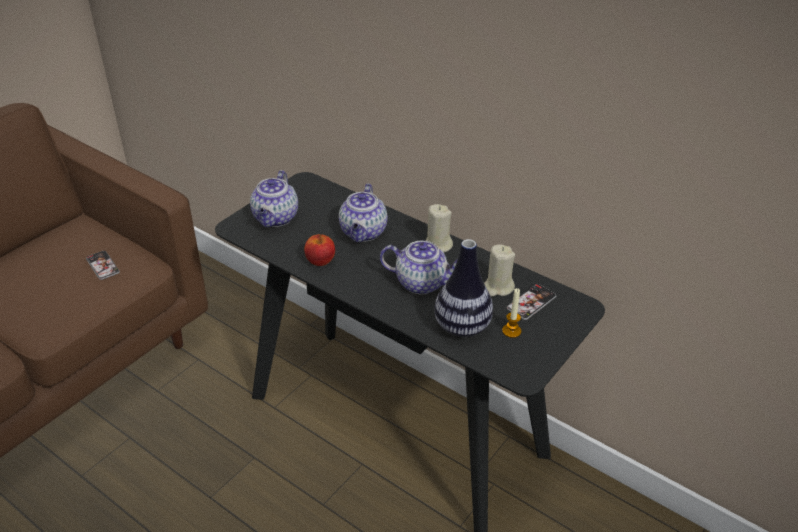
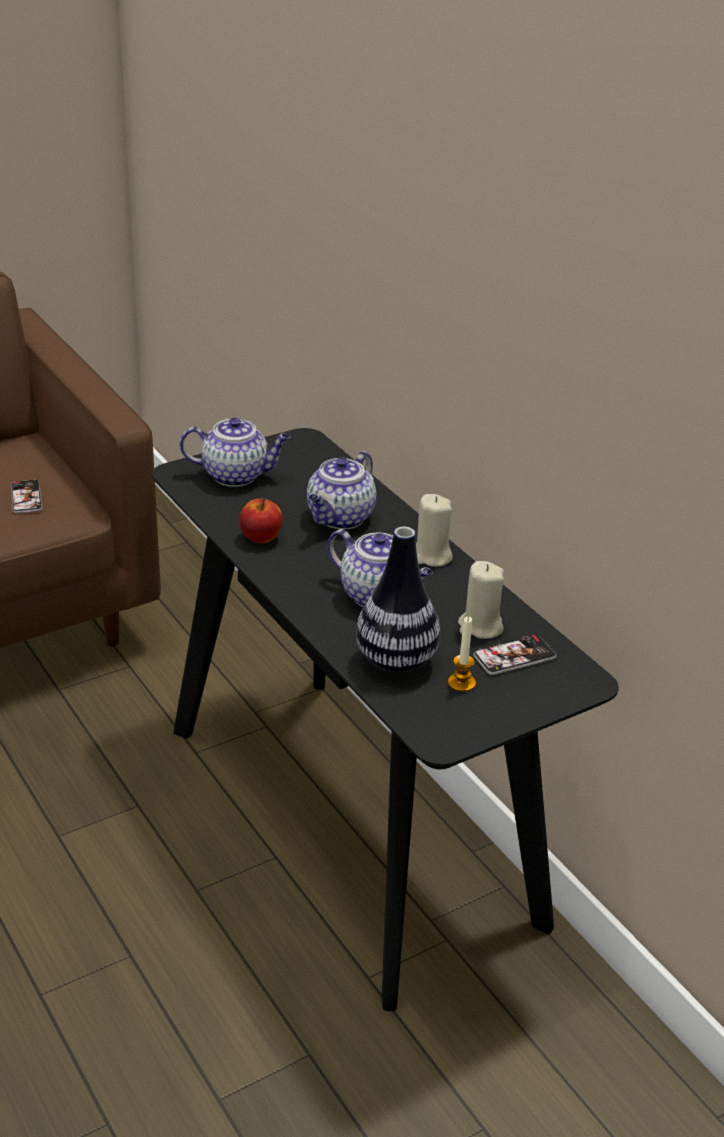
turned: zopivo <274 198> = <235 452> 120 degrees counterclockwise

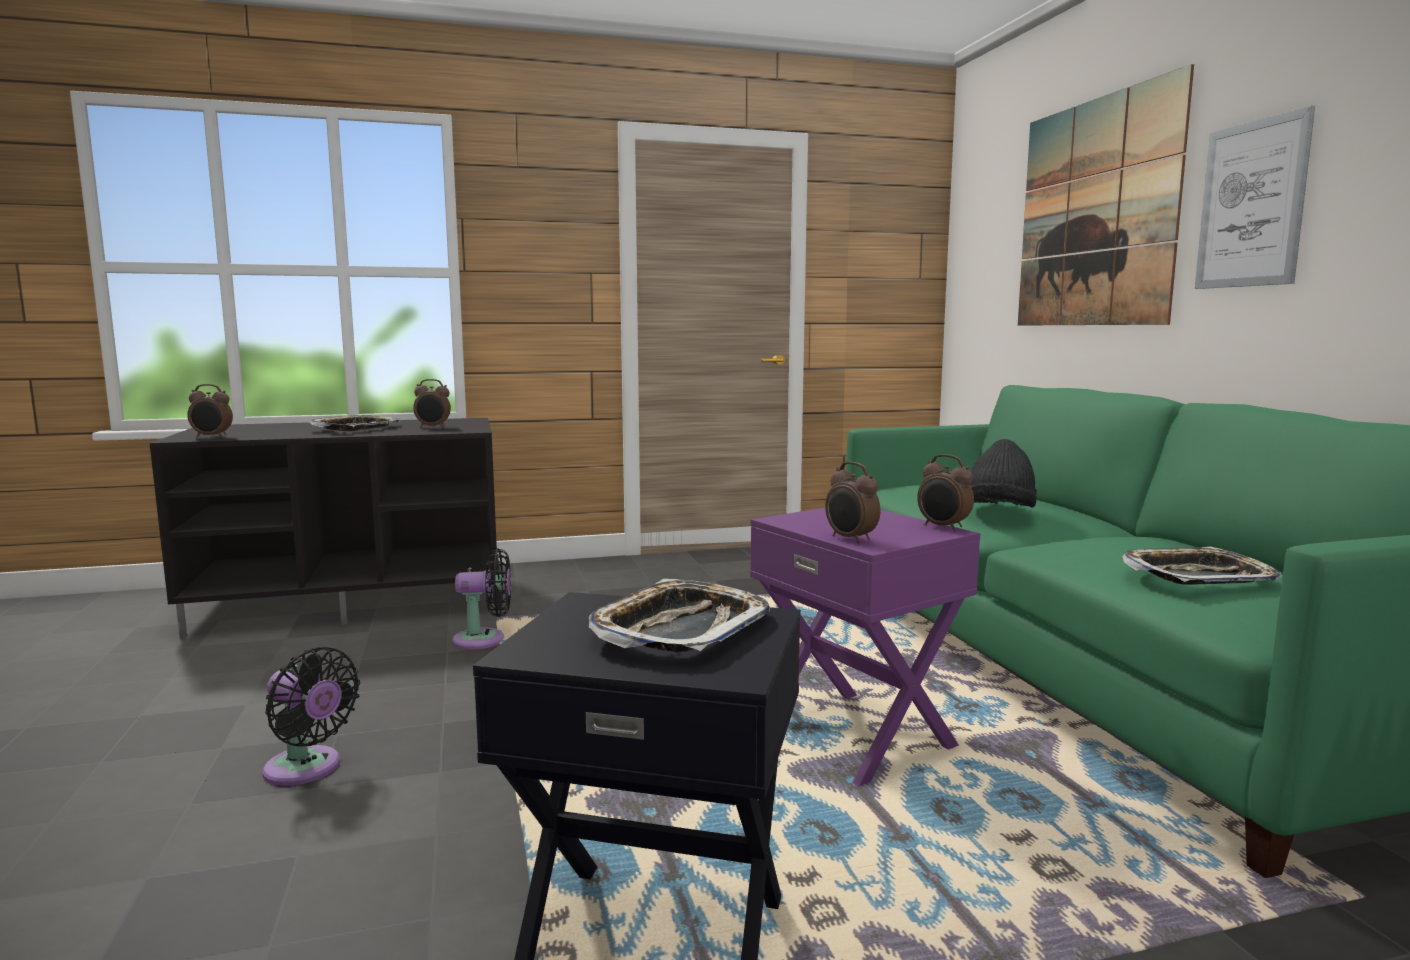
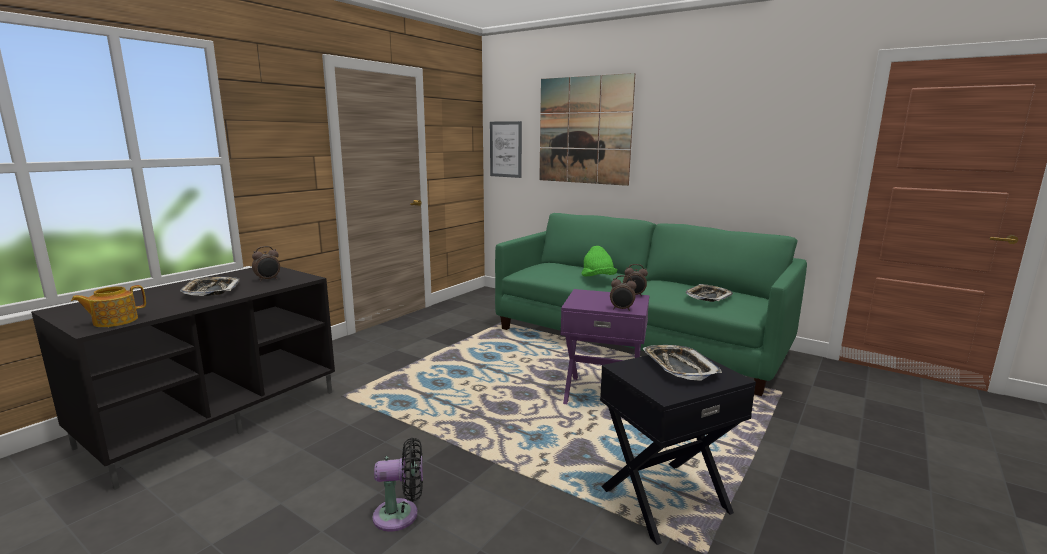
removed: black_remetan <481 598>
moved: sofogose <1255 197> to <506 149>
replaced: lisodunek <210 411> to zopivo <108 306>
recoloured: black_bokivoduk <1003 473> to green_bokivoduk <599 261>

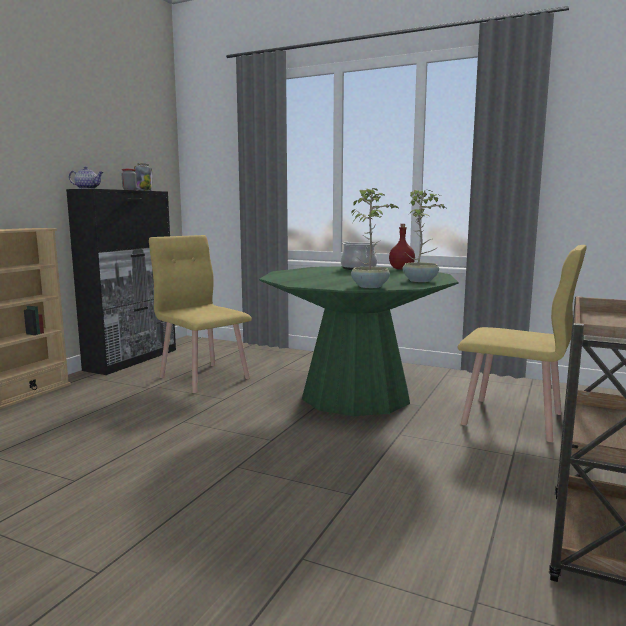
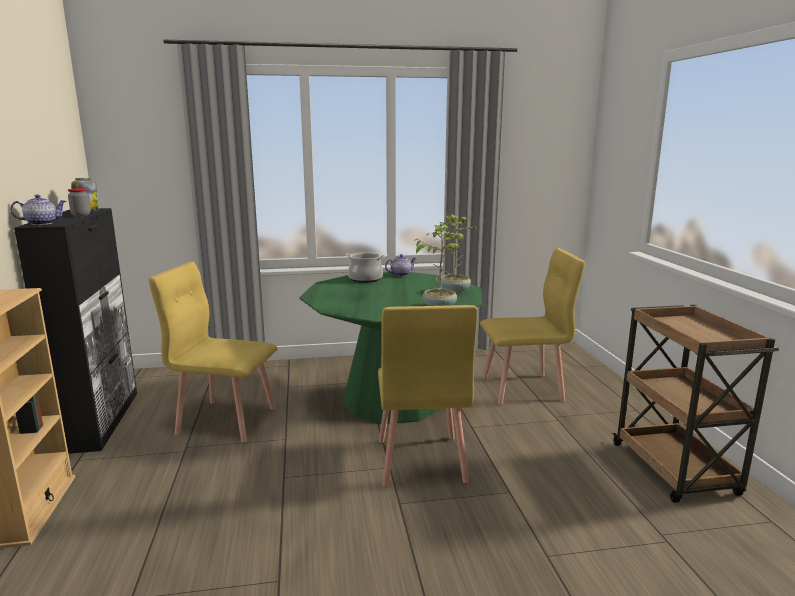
added: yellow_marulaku <427 396>
replaced: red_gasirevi <402 247> to zopivo <401 265>

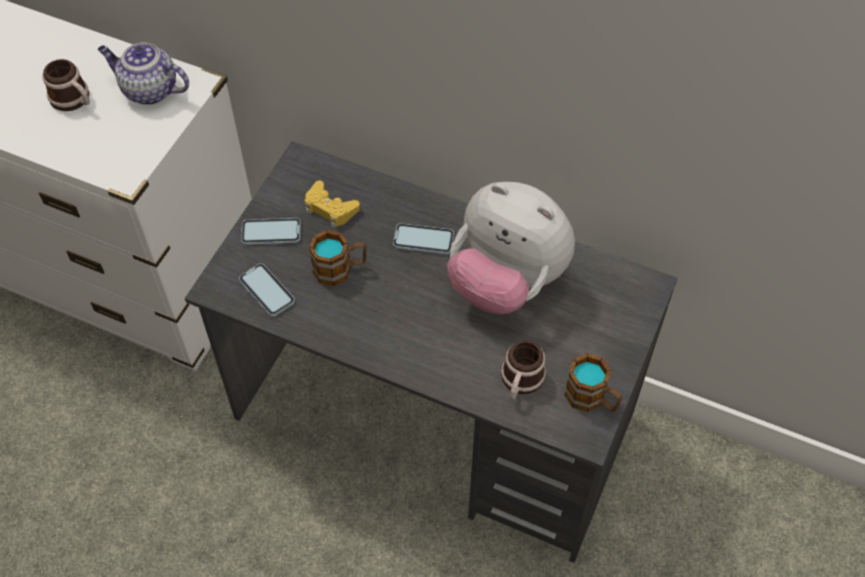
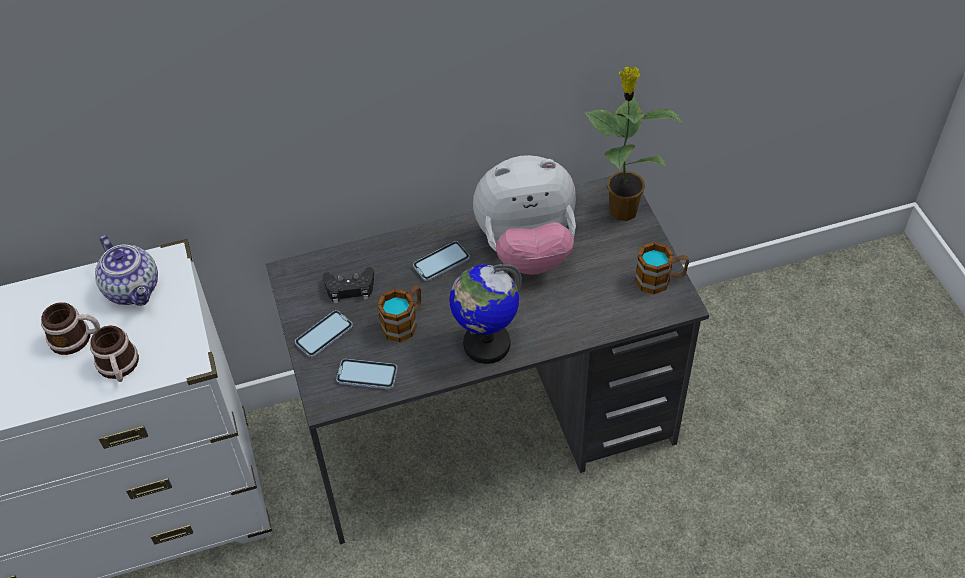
added: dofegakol <486 314>; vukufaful <634 143>
moved: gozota <523 369> to <114 354>
recoloured: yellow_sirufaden <332 204> to black_sirufaden <348 285>
turned: zopivo <143 74> = <126 270> 105 degrees counterclockwise

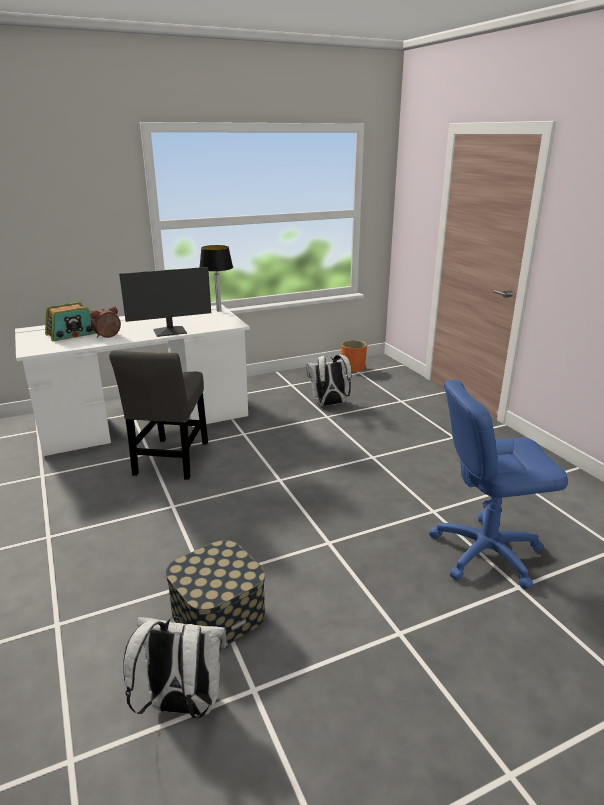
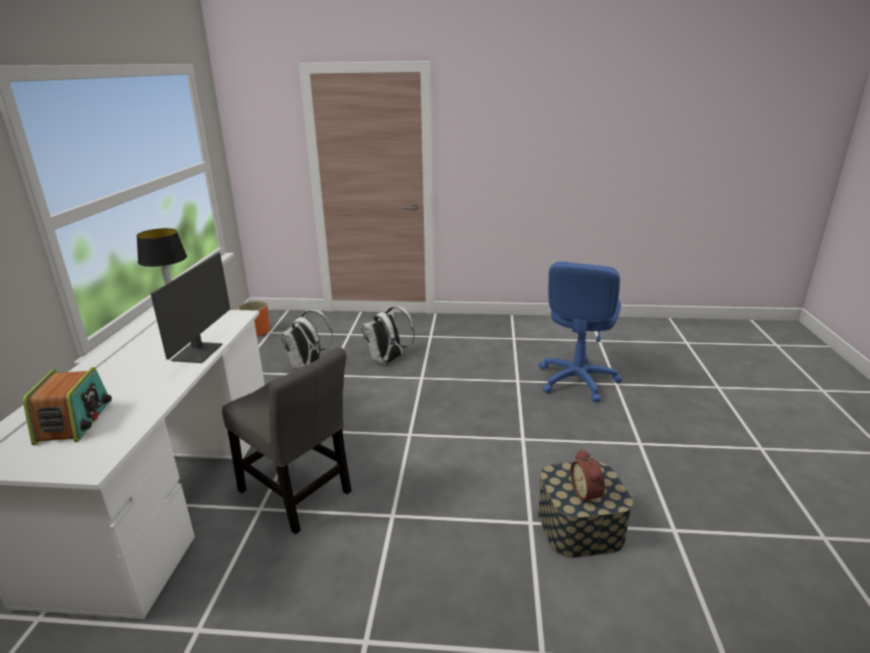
moved: lisodunek <106 322> to <587 477>; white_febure <175 667> to <388 335>

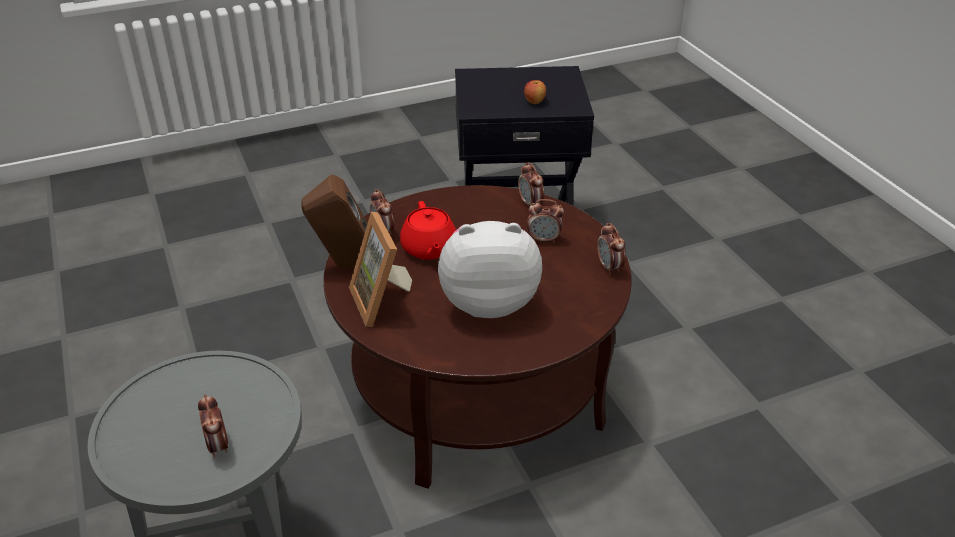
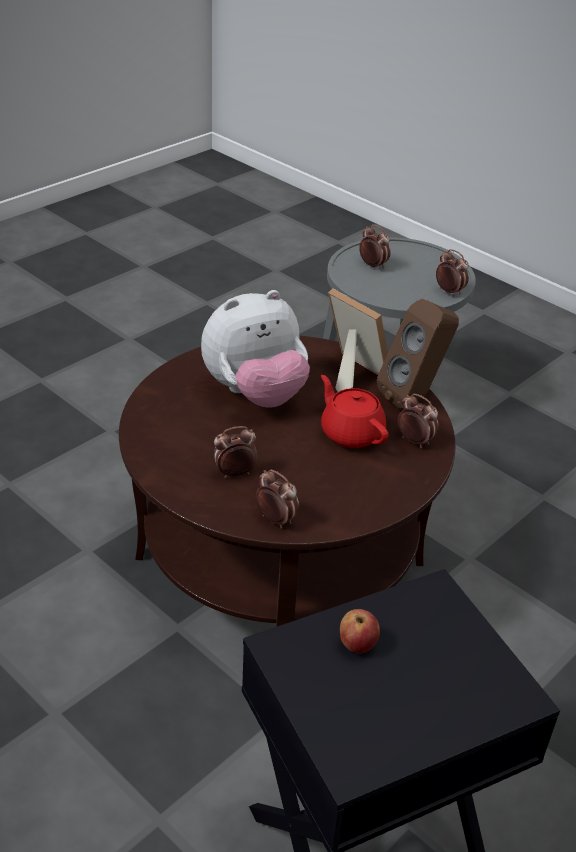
moved: lisodunek <611 249> to <452 272>

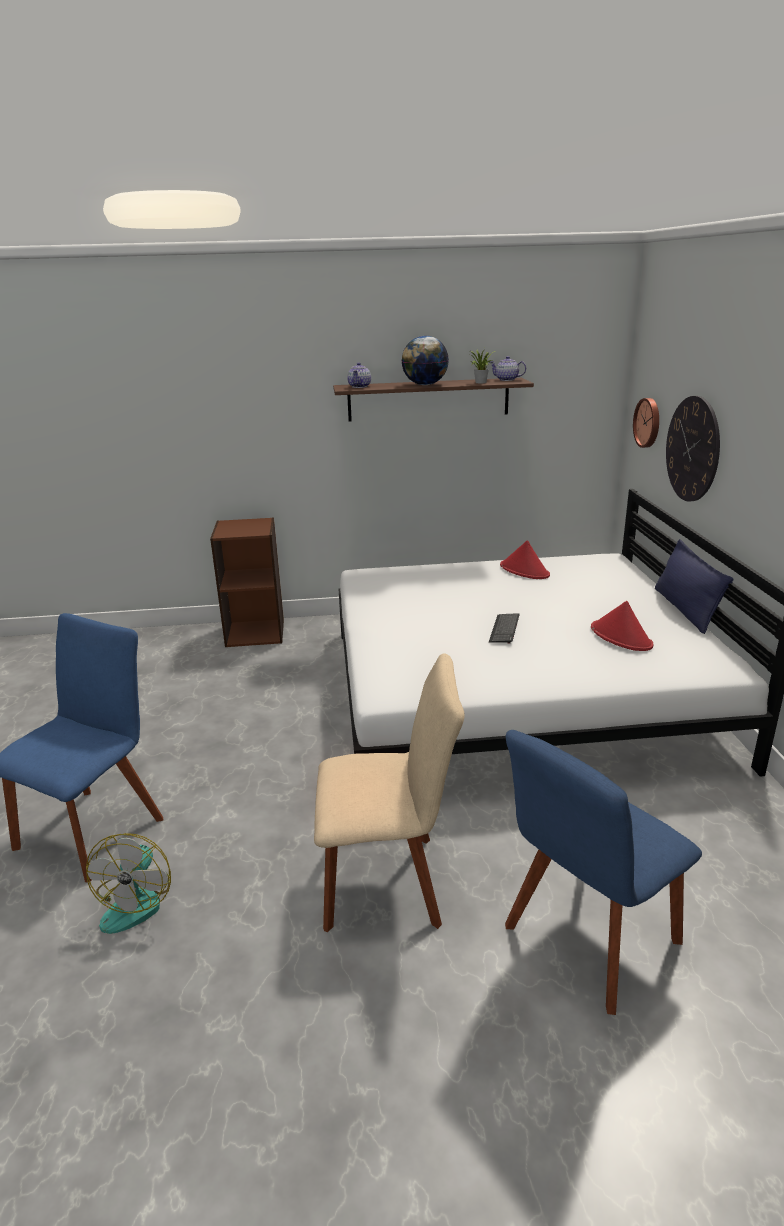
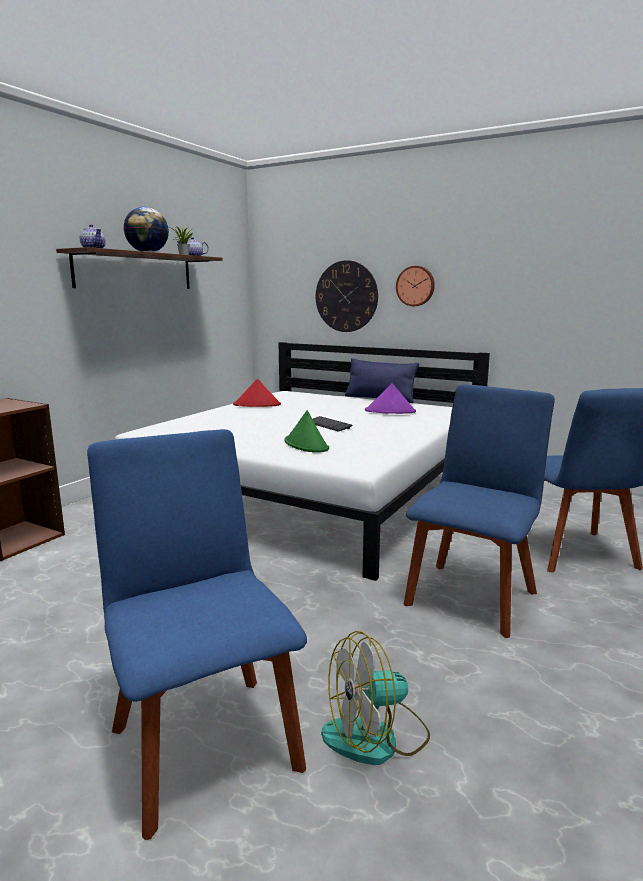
added: green_bokivoduk <307 431>
moved: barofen <646 423> to <415 286>
recoloured: beige_marulaku <389 793> to blue_marulaku <479 511>; red_bokivoduk <622 626> to purple_bokivoduk <390 398>
turned: remetan <128 883> = <375 698> 120 degrees clockwise

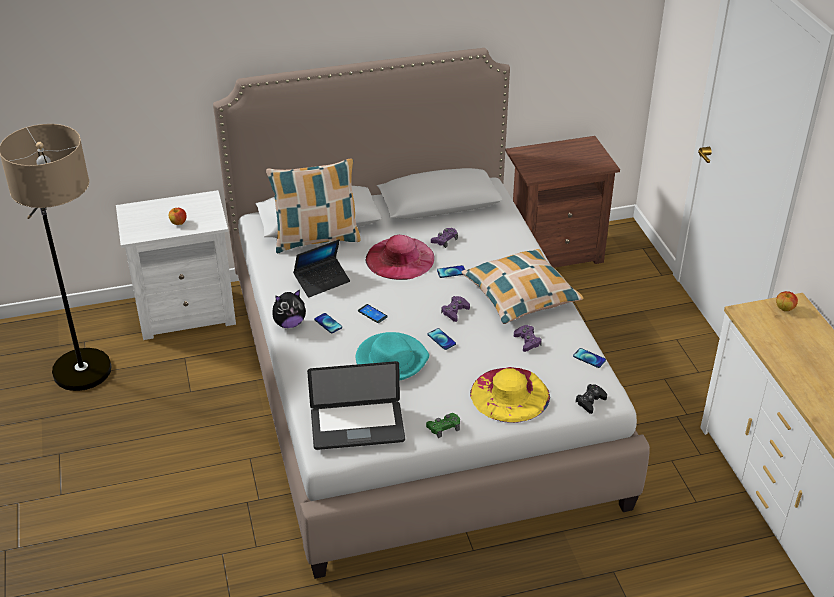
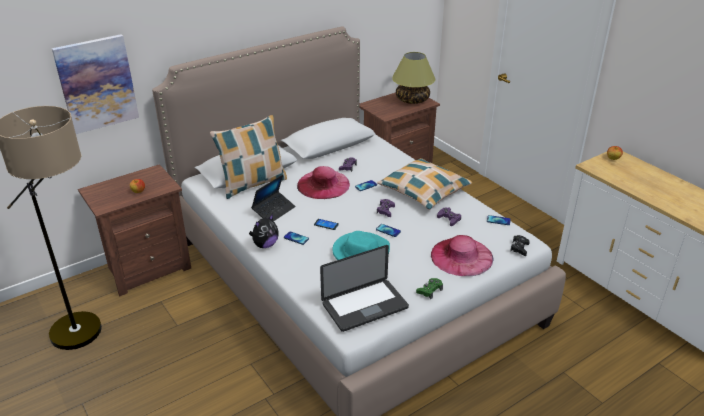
added: sofogose <95 84>; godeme <413 78>
recoloured: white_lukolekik <176 265> to brown_lukolekik <134 230>; yellow_bokivoduk <510 395> to pink_bokivoduk <462 255>

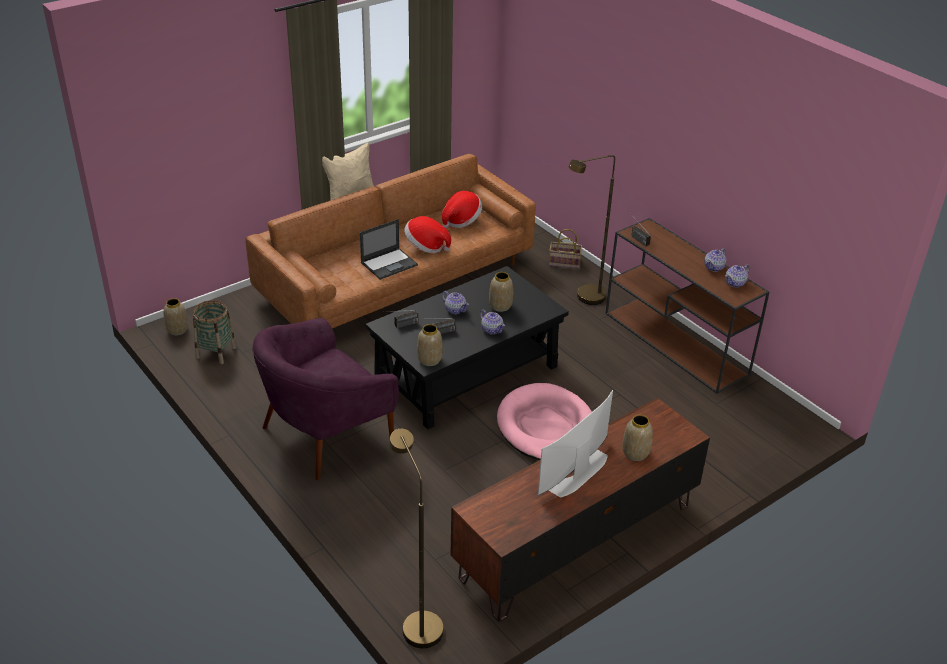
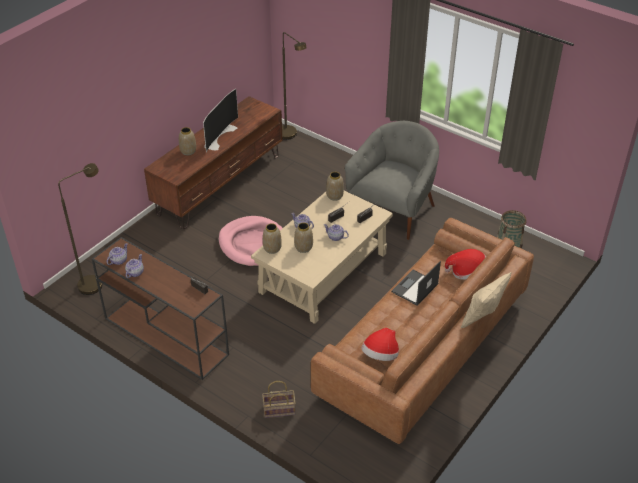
moved: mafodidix <176 317> to <272 238>; bokivoduk <427 234> to <465 264>; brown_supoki <592 230> to <80 229>
recoloured: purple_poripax <325 399> to grey_poripax <392 180>; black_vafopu <467 347> to beige_vafopu <322 257>

